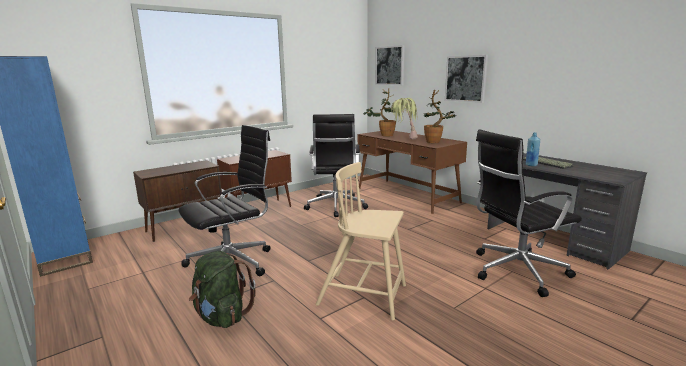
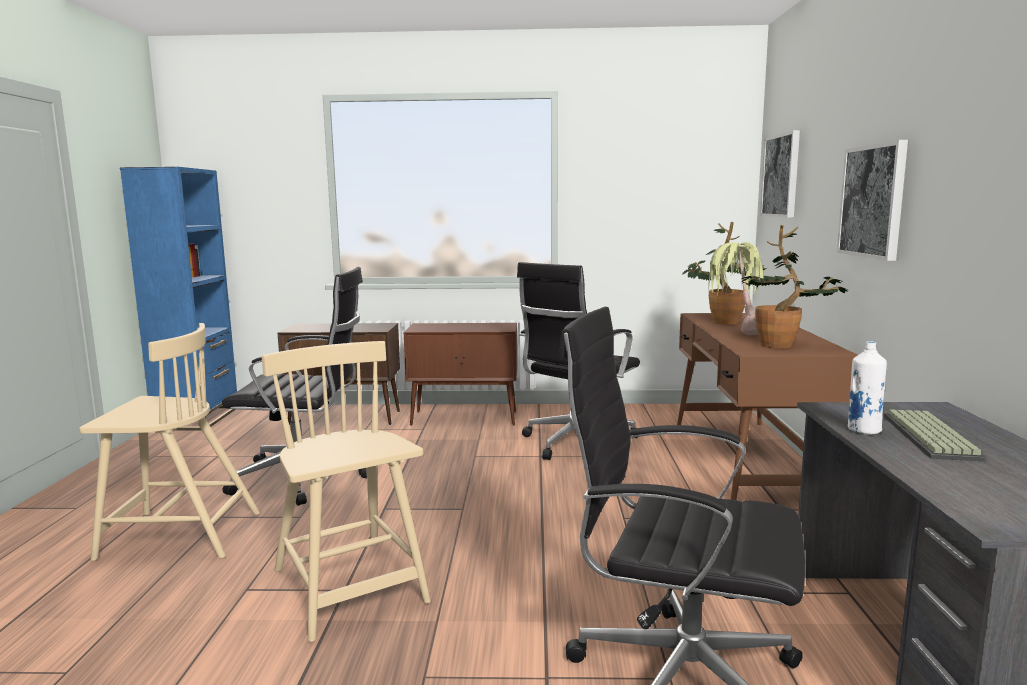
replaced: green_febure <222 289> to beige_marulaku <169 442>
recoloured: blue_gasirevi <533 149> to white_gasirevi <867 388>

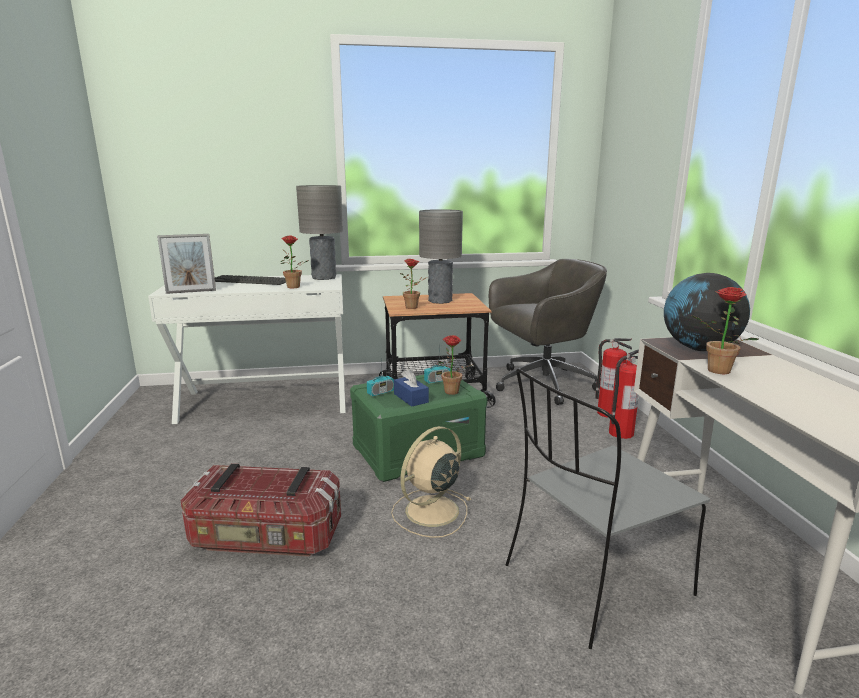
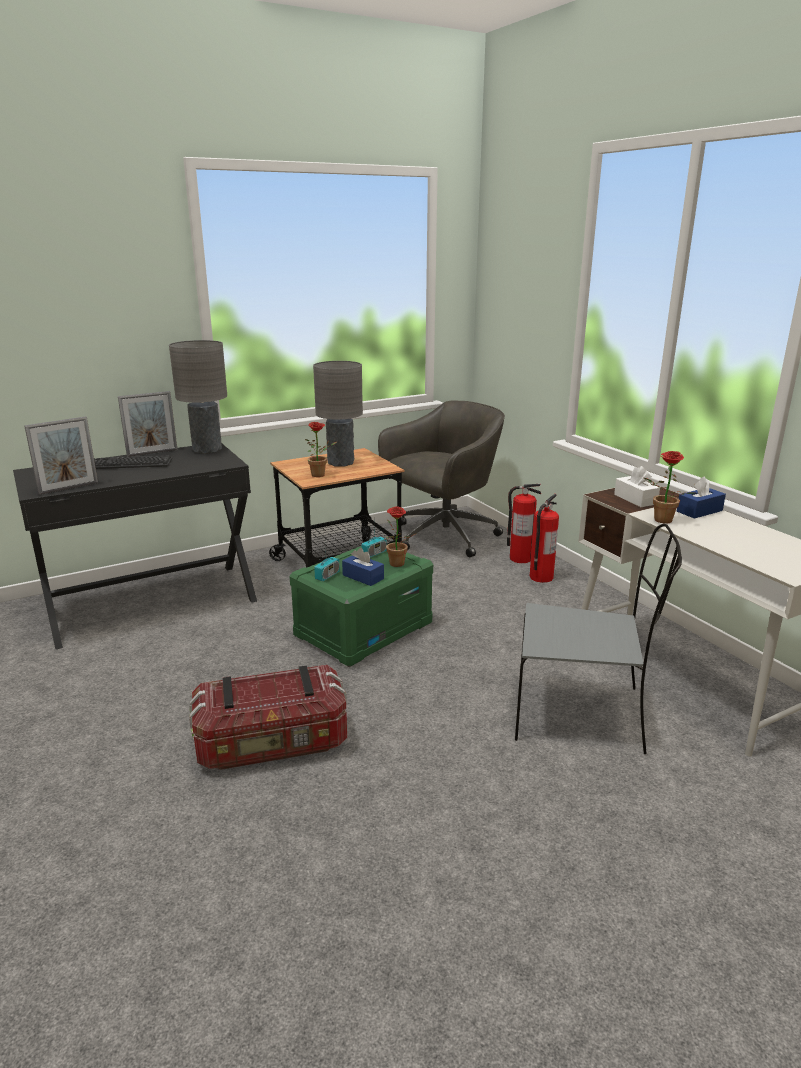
removed: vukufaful <295 261>; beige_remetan <430 482>
added: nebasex <148 424>; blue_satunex <701 497>
replaced: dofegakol <707 312> to white_satunex <637 486>
recoloured: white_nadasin <247 349> to black_nadasin <135 546>
turned: grey_marulaku <608 509> = <598 639> 120 degrees counterclockwise

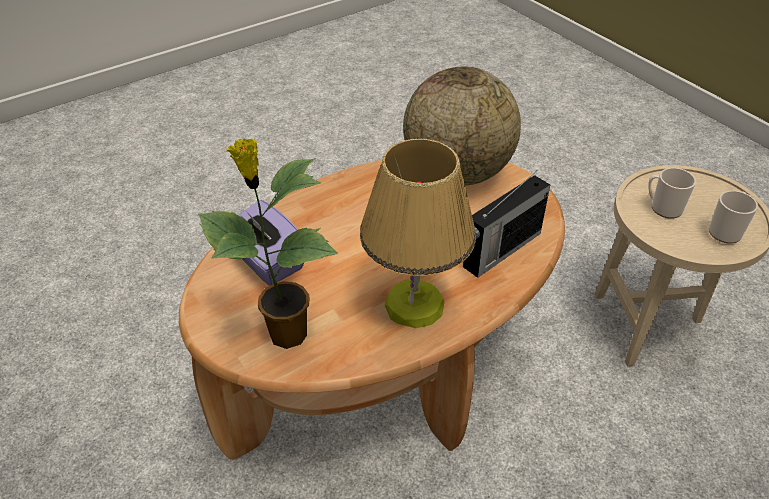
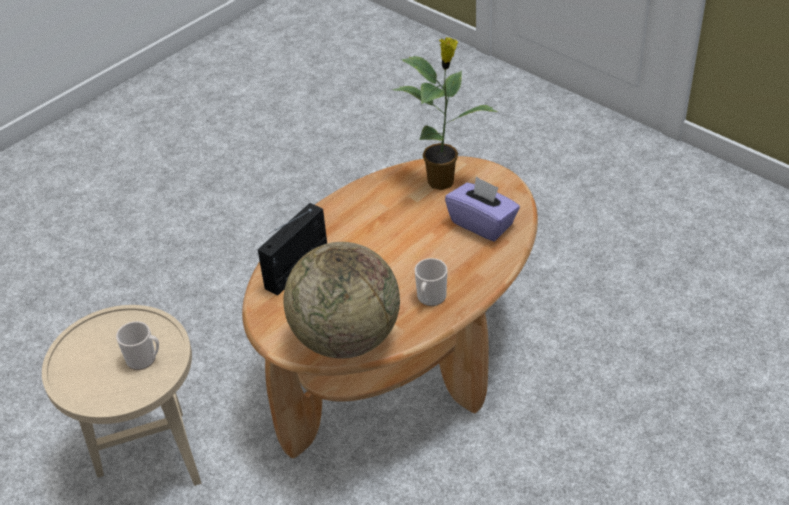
removed: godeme <418 233>
moved: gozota <733 217> to <431 282>

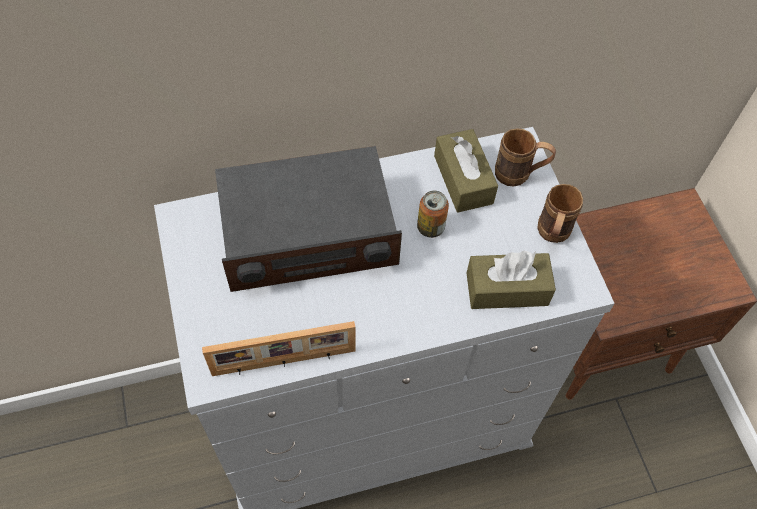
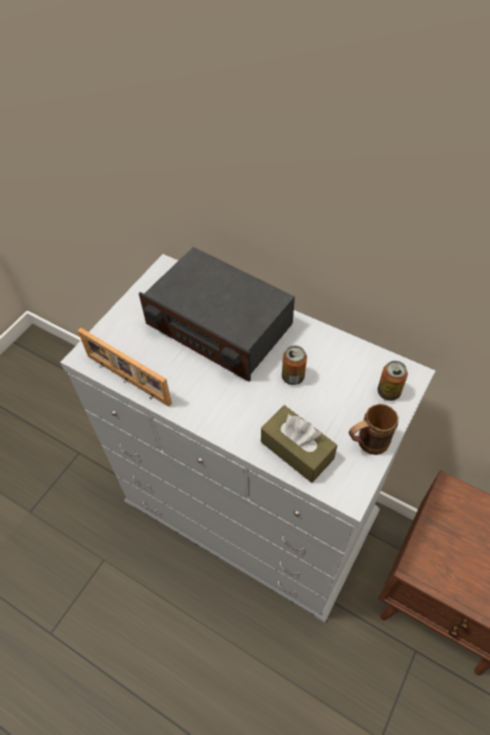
removed: brown_satunex <466 170>
replaced: brown_gozota <525 157> to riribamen <393 381>

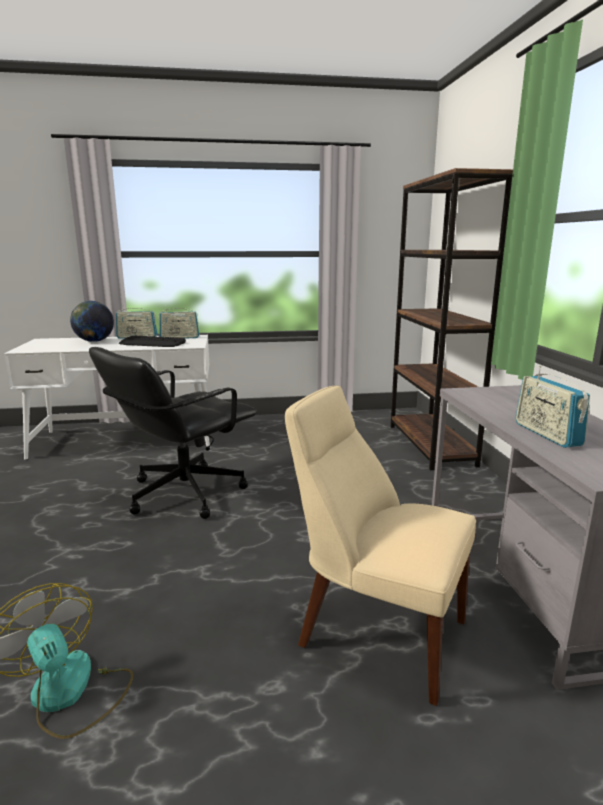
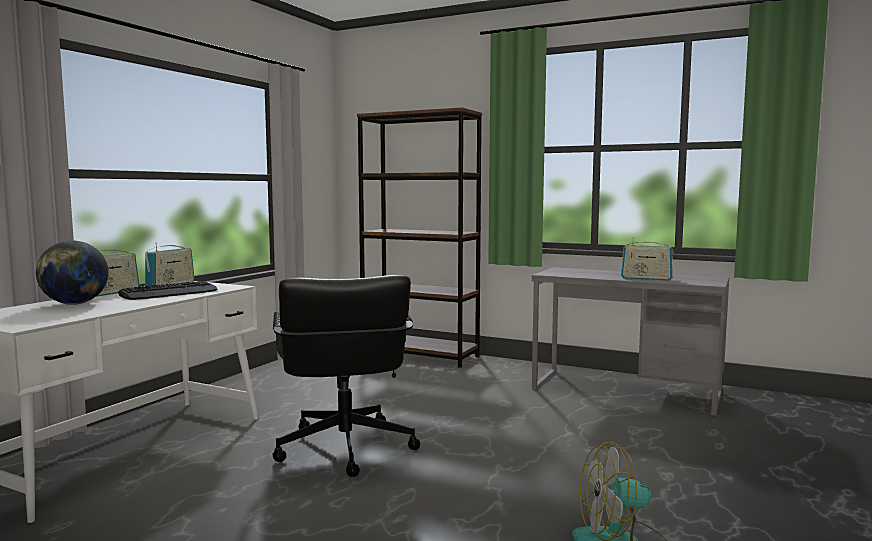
removed: beige_marulaku <380 545>

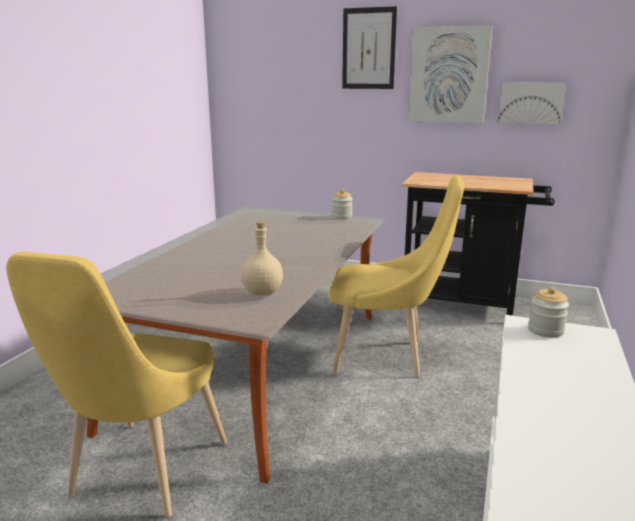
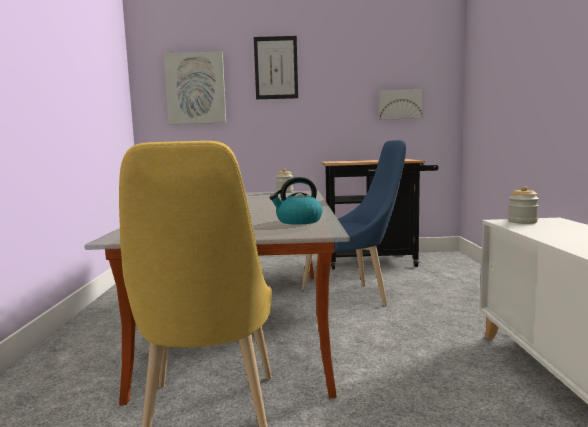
moved: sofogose <450 74> to <195 88>
replaced: beige_gasirevi <262 259> to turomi <296 201>
recoloured: yellow_marulaku <396 276> to blue_marulaku <353 223>

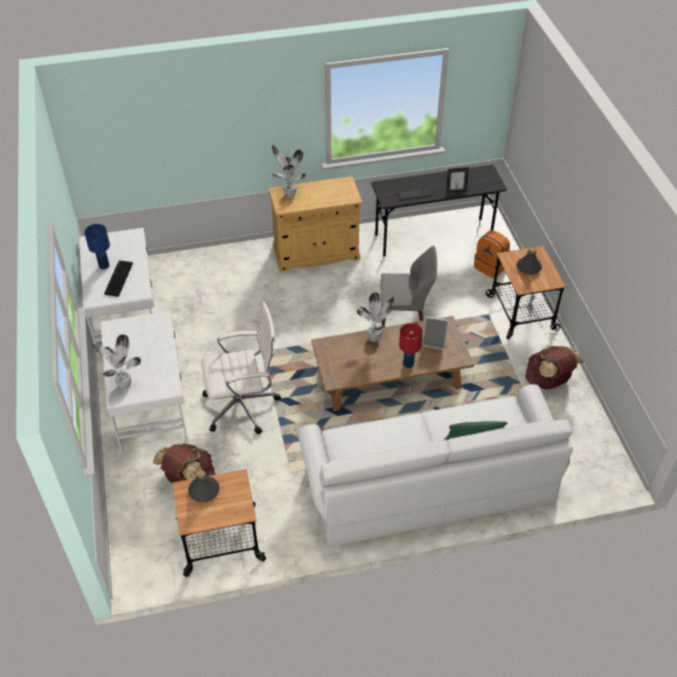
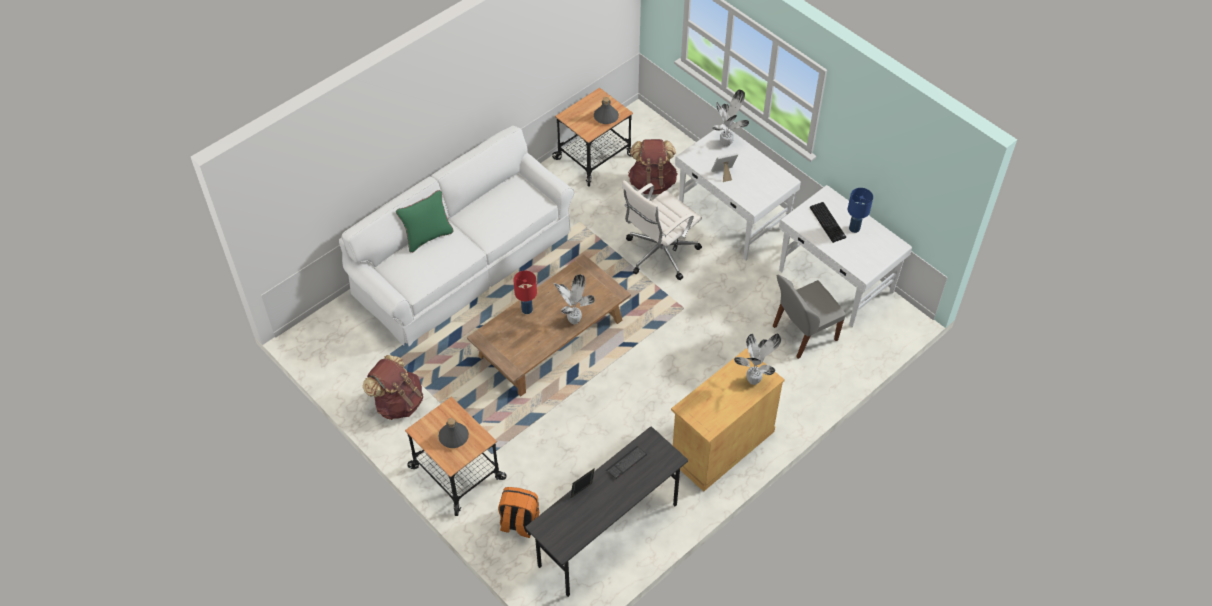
moved: grey_marulaku <408 286> to <809 317>; nebasex <435 333> to <724 167>

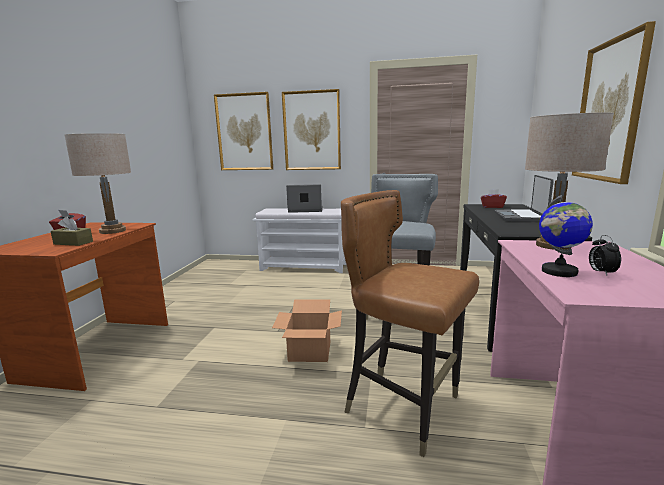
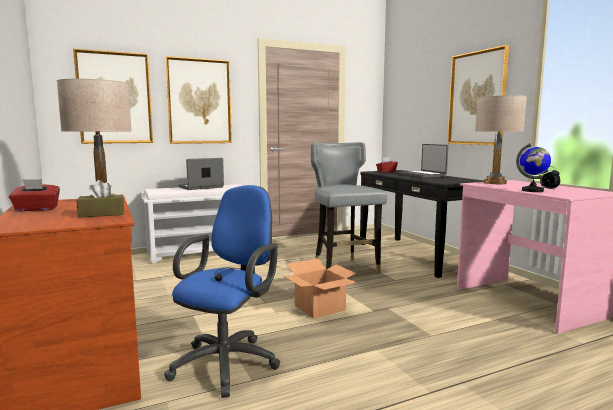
removed: brown_marulaku <410 323>
added: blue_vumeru <222 291>

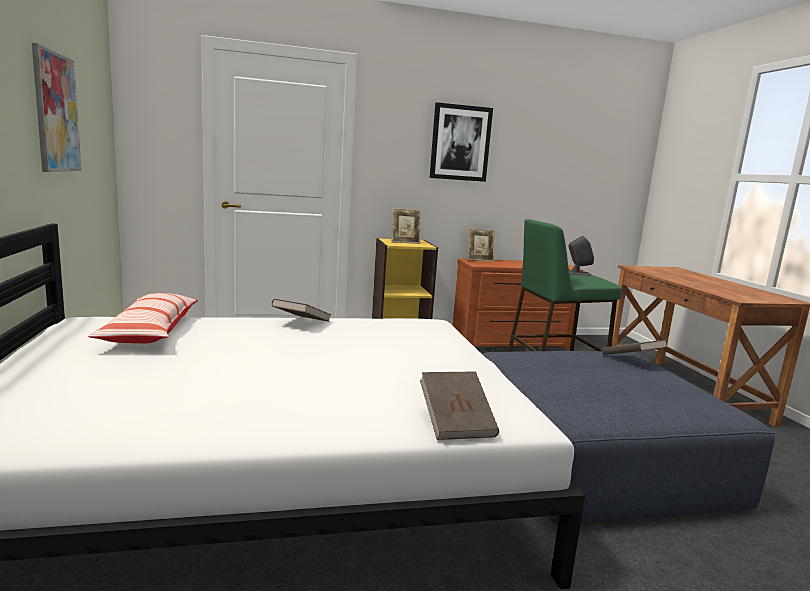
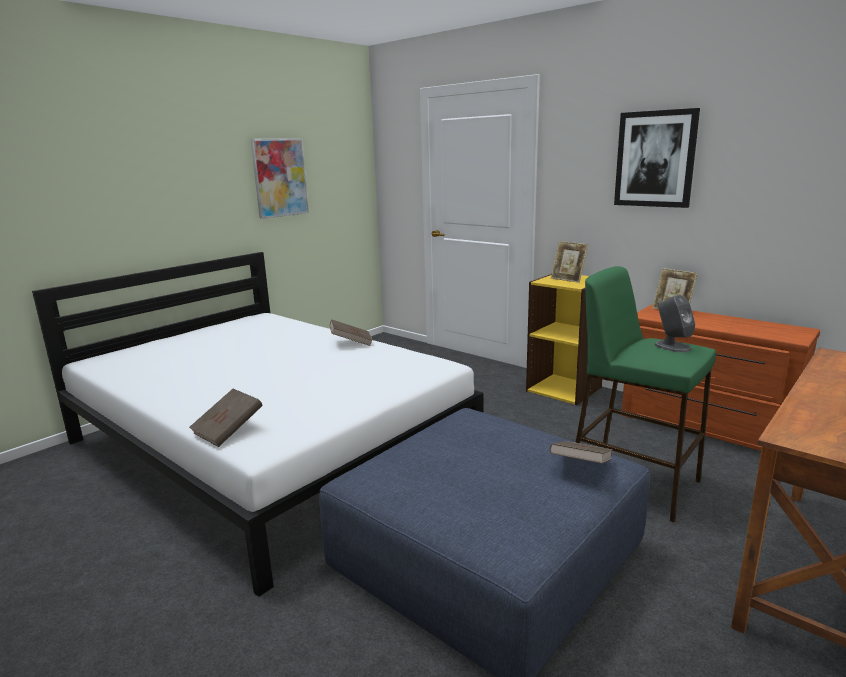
removed: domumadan <143 318>

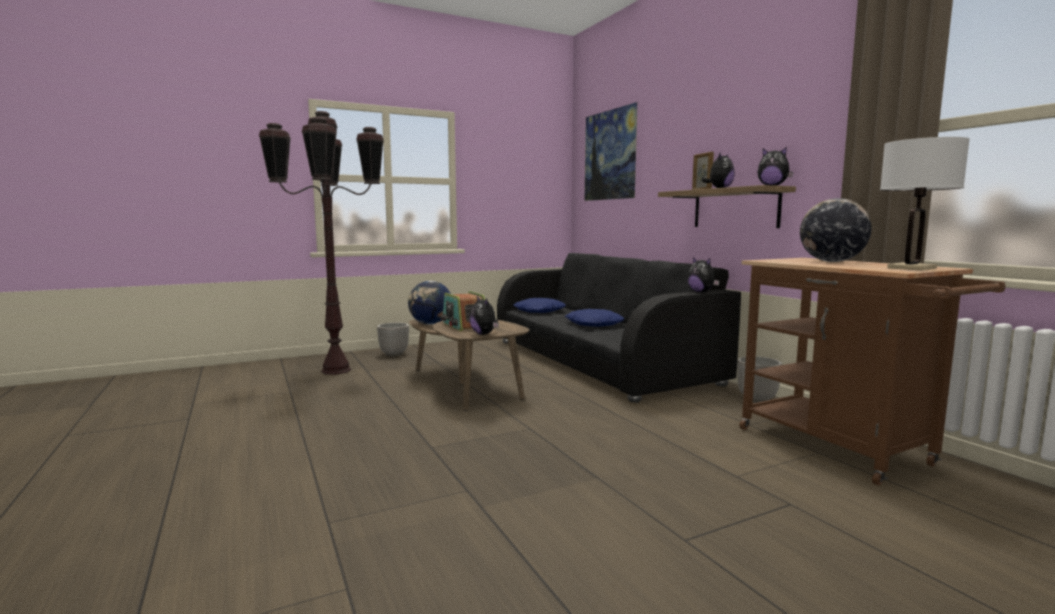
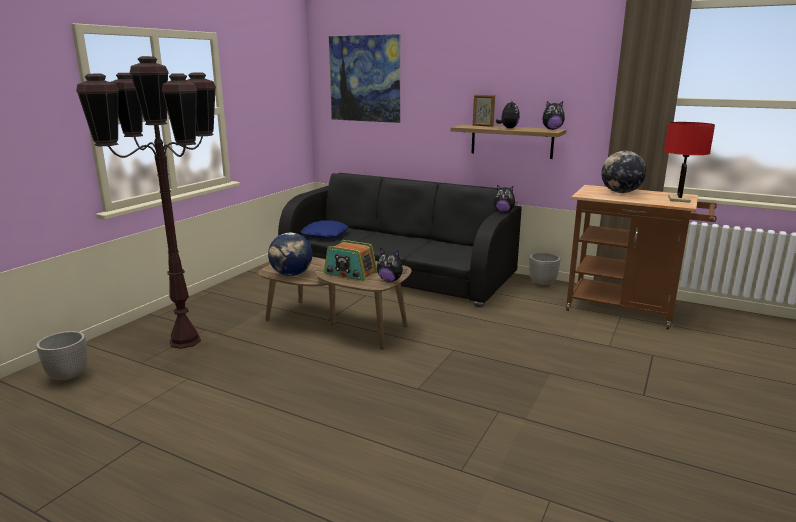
removed: blue_domumadan <594 318>
moved: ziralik <393 339> to <62 356>
recoloured: white_godeme <925 204> to red_godeme <689 162>

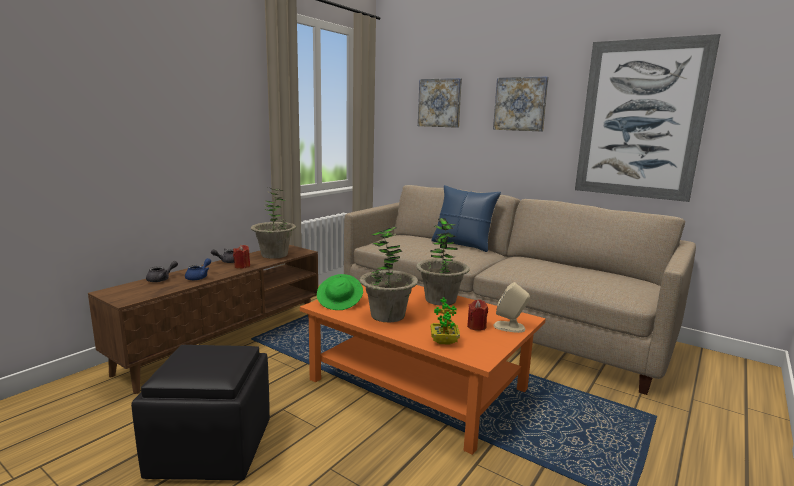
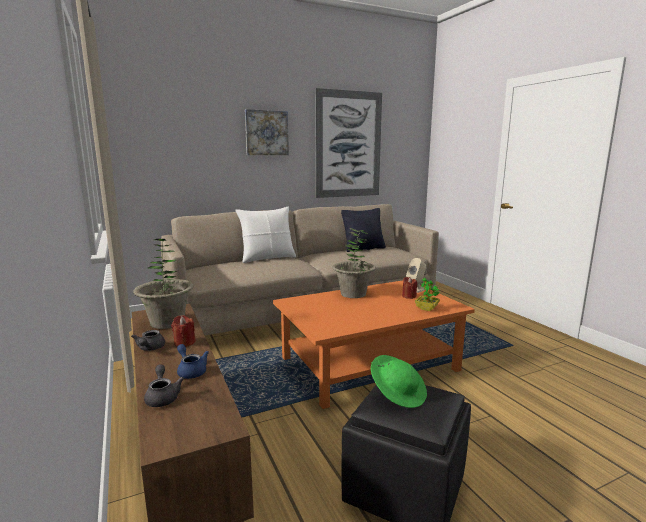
removed: vukufaful <388 274>; sofogose <440 103>
added: black_domumadan <363 230>
moved: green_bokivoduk <340 292> to <399 381>
recoloured: blue_domumadan <466 218> to white_domumadan <265 234>

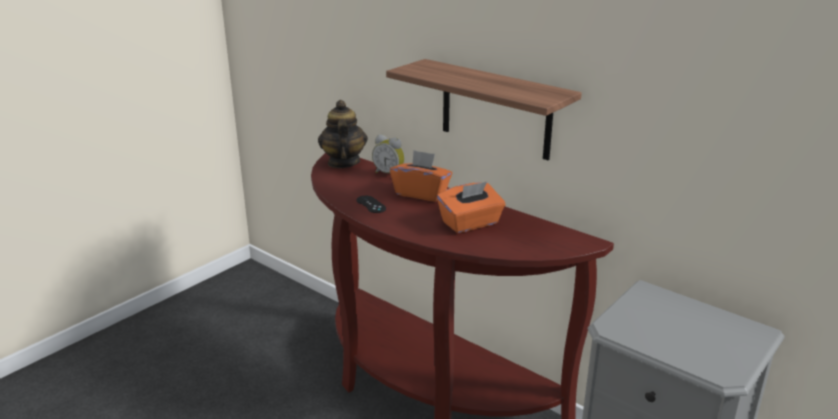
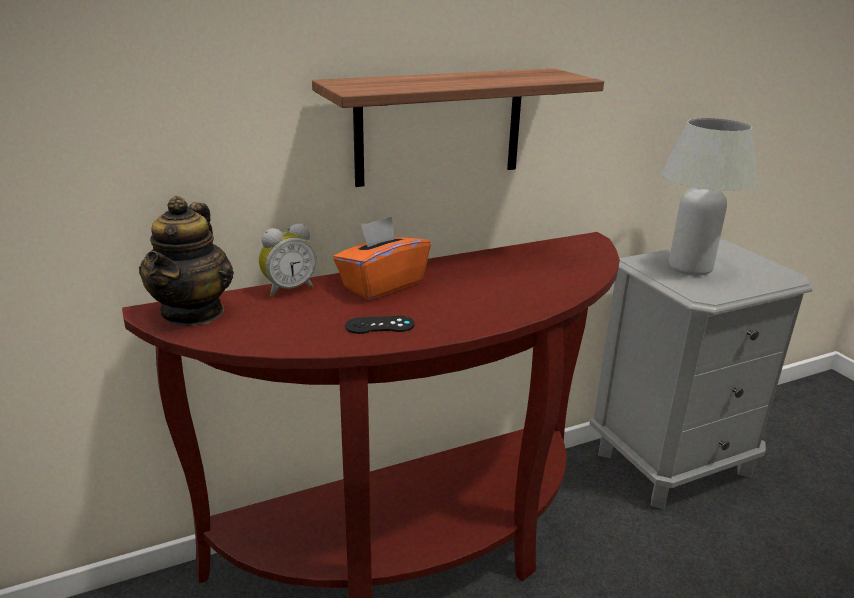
removed: orange_satunex <471 207>
added: white_godeme <709 197>
turned: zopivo <343 134> = <186 261> 105 degrees counterclockwise

